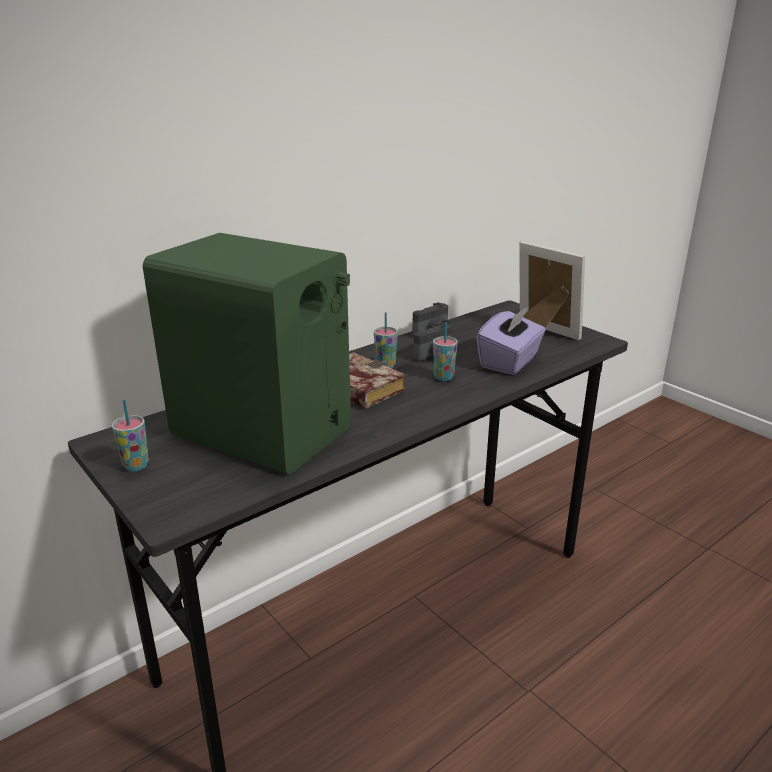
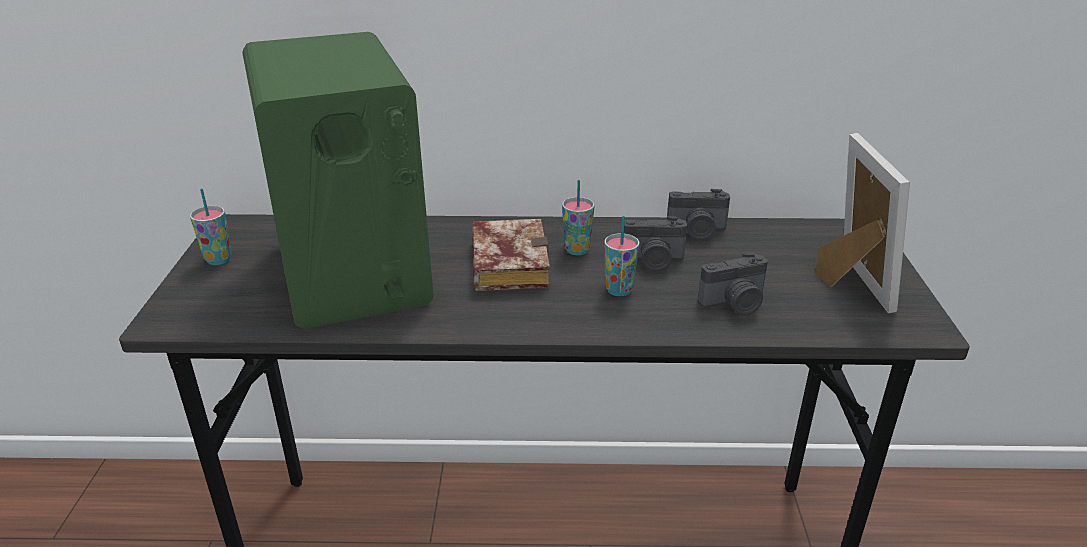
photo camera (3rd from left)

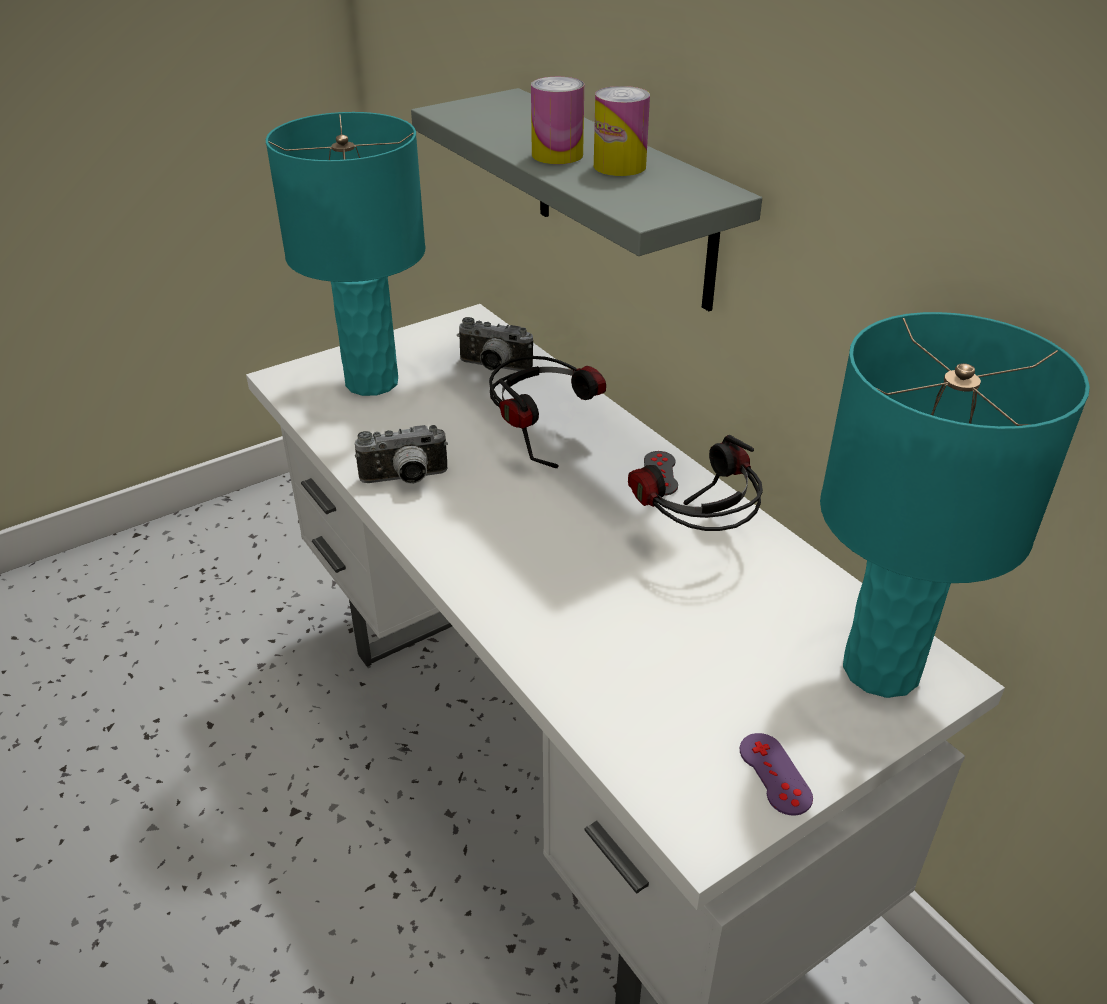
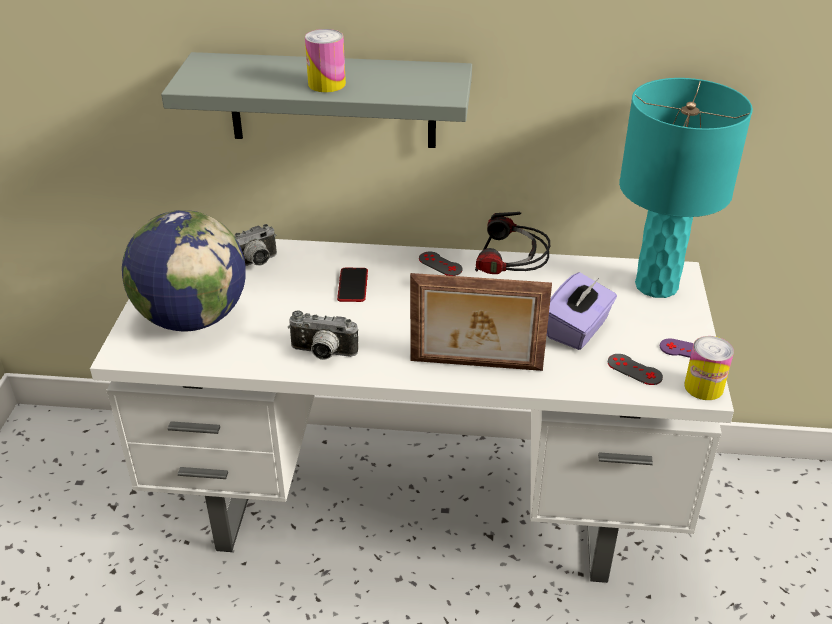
can (2nd from left); globe; phone; photo camera (2nd from left); tissue box (purple); picture frame; game controller (grey) (2nd from left)

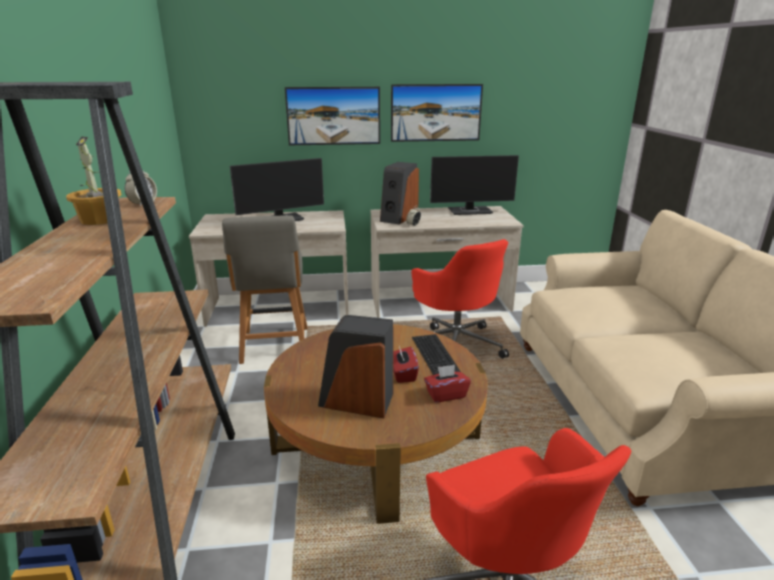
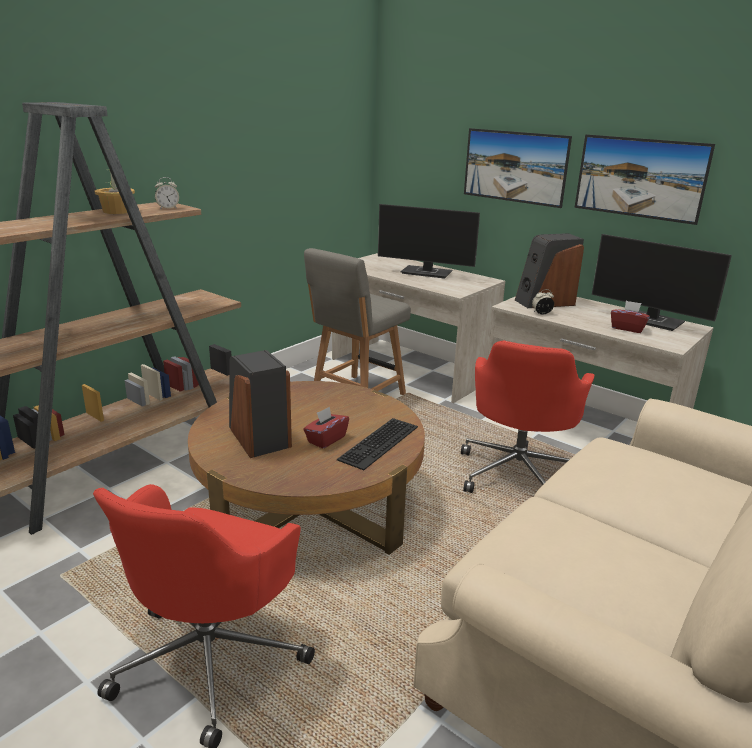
tissue box (red) (2nd from left)

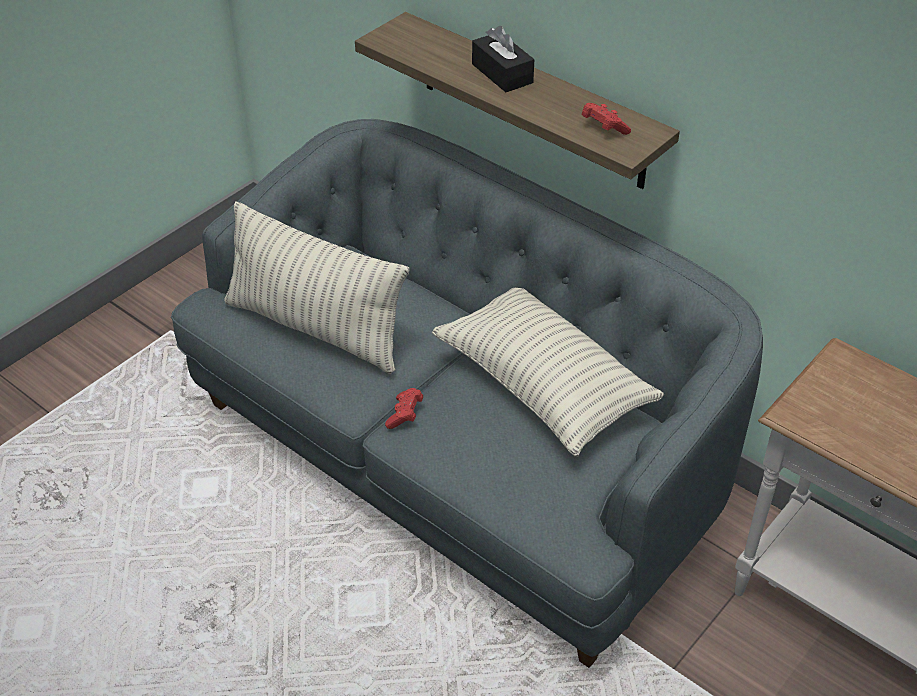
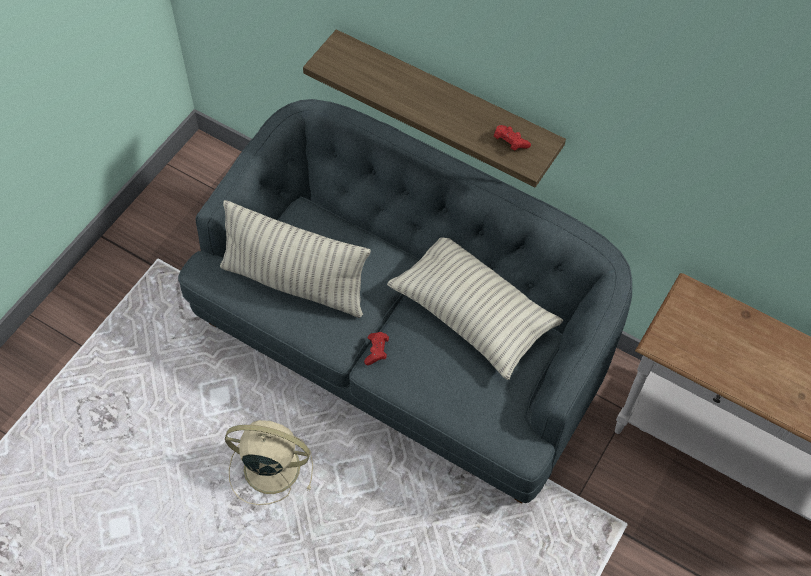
tissue box (black); fan (beige)

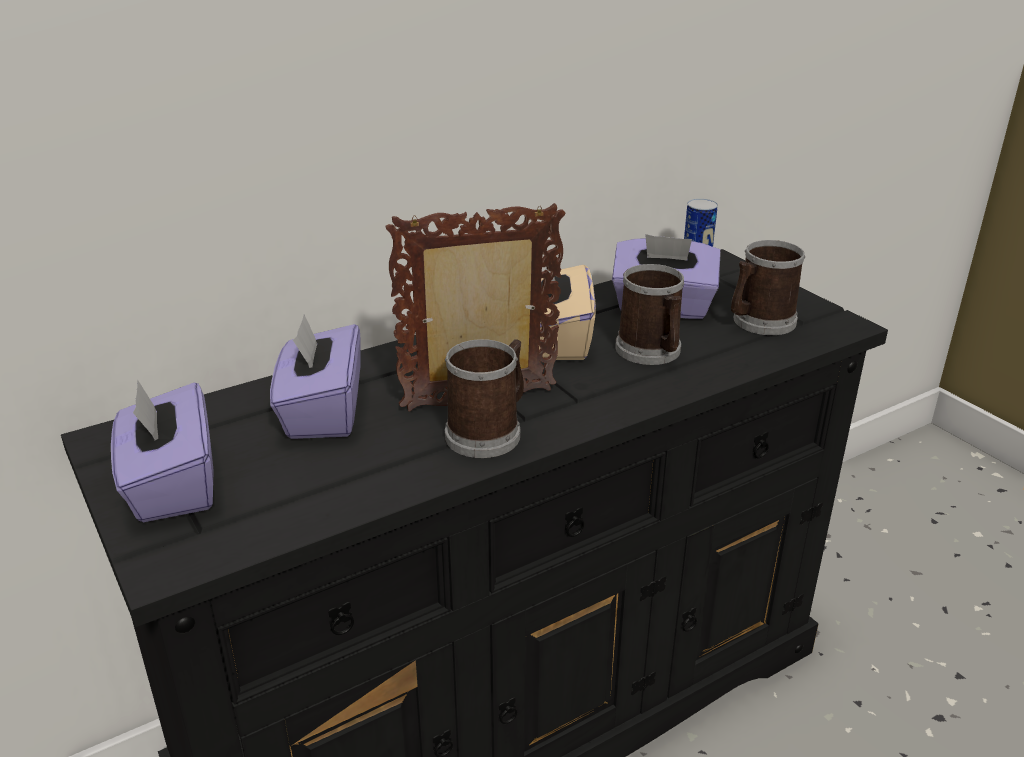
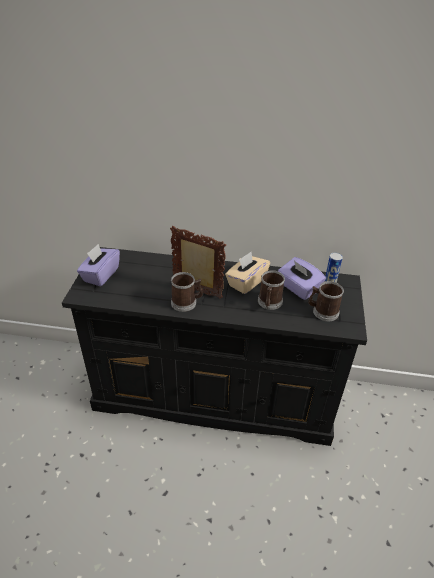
tissue box (purple) (2nd from left in the first image)

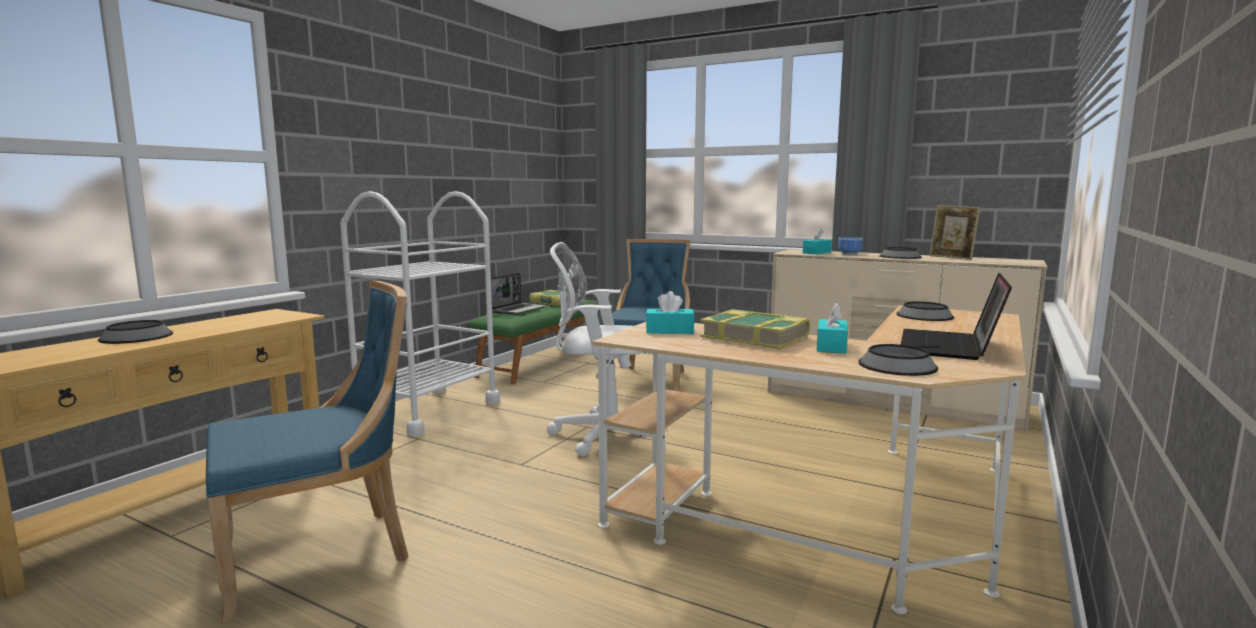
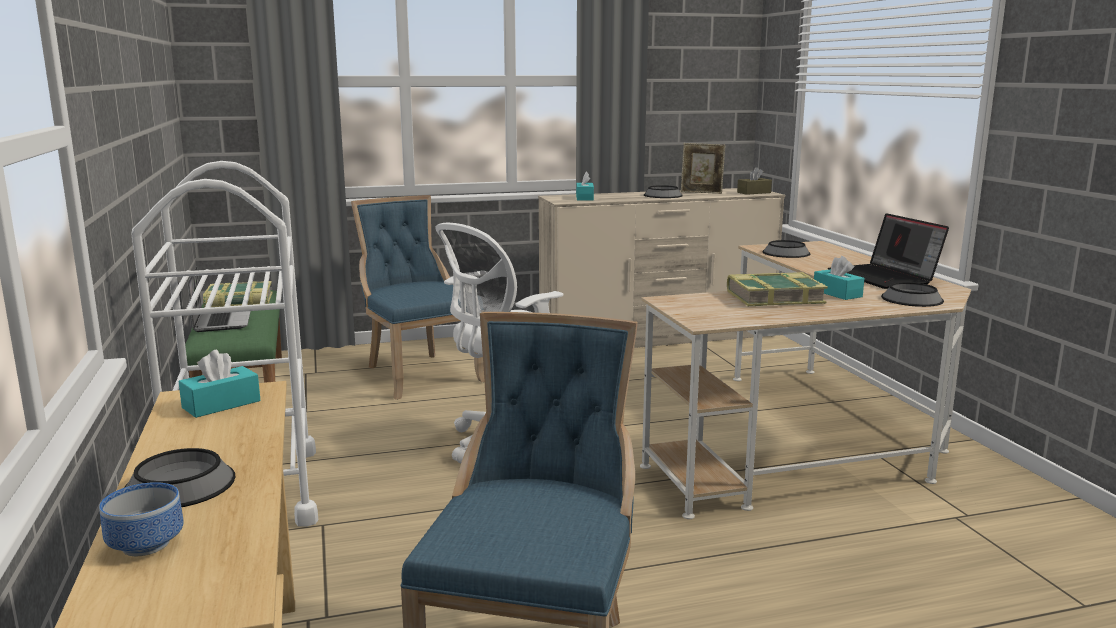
bowl (1st from left); tissue box (turquoise) (1st from left); tissue box (brown)

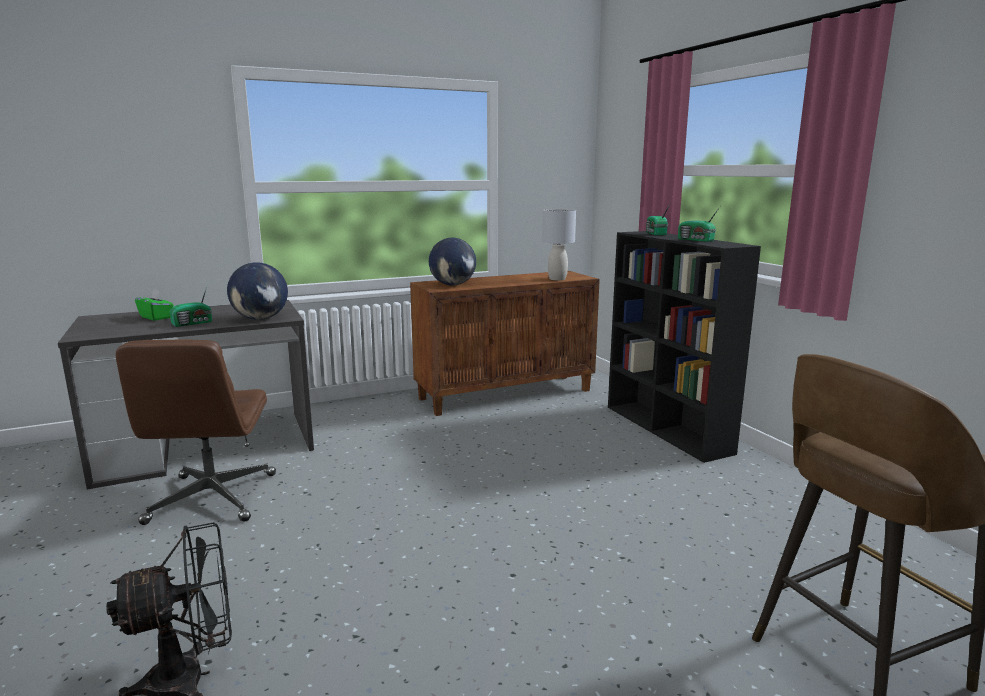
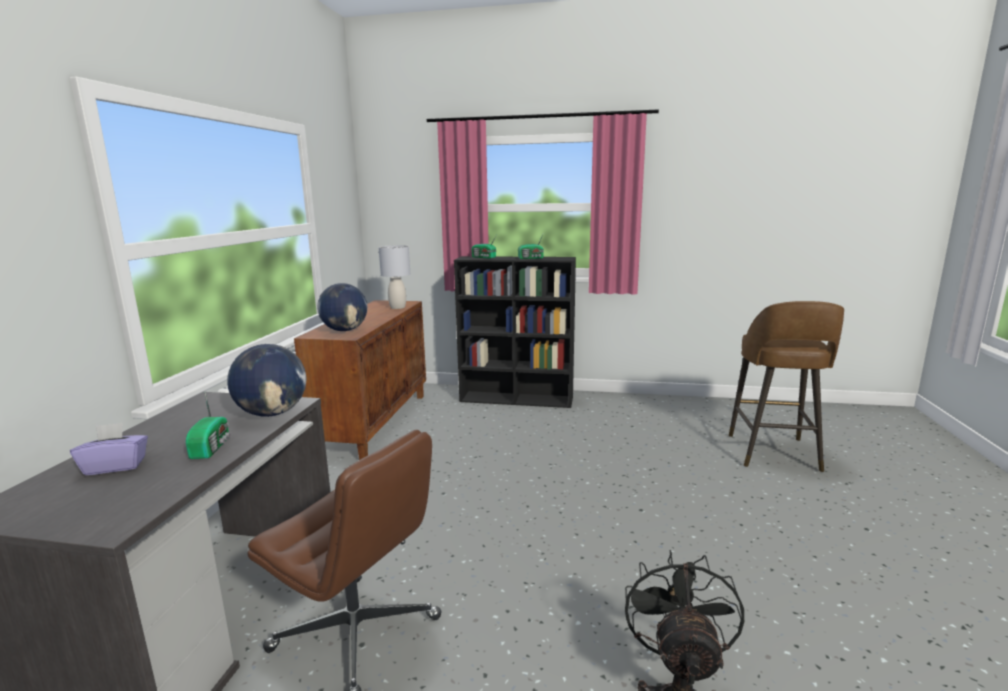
tissue box (purple)

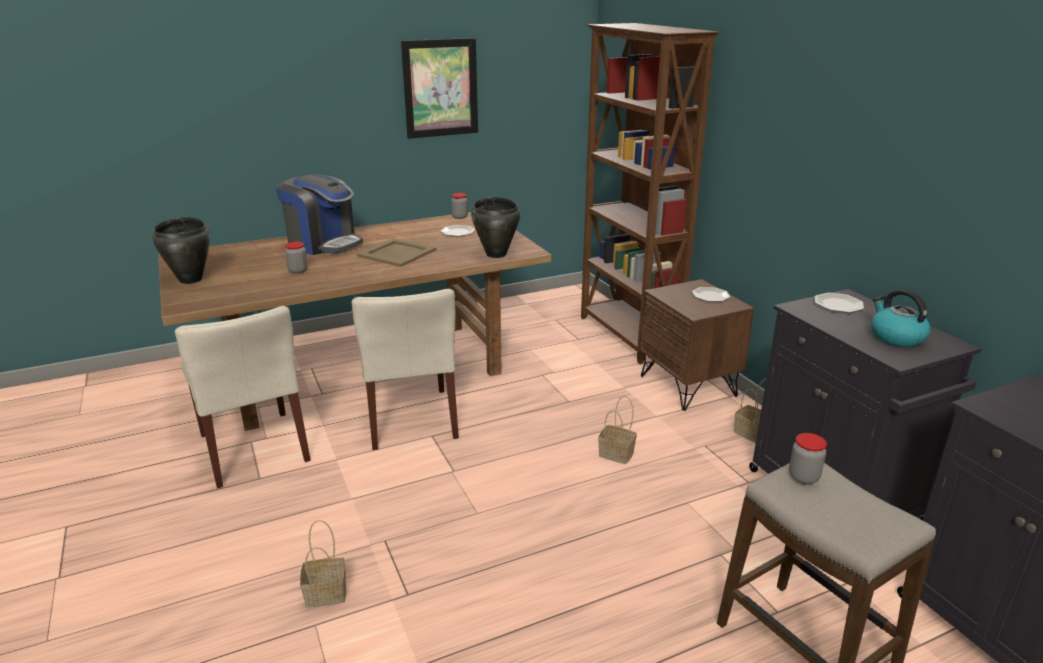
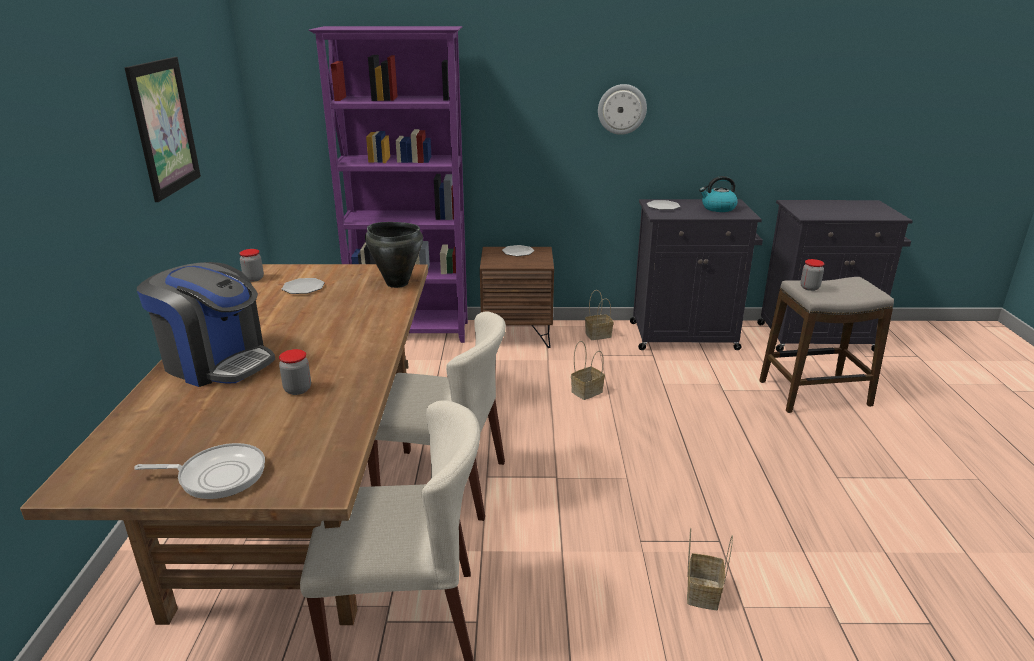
bookcase (purple); coffee machine; frying pan; tray (beige); wall clock

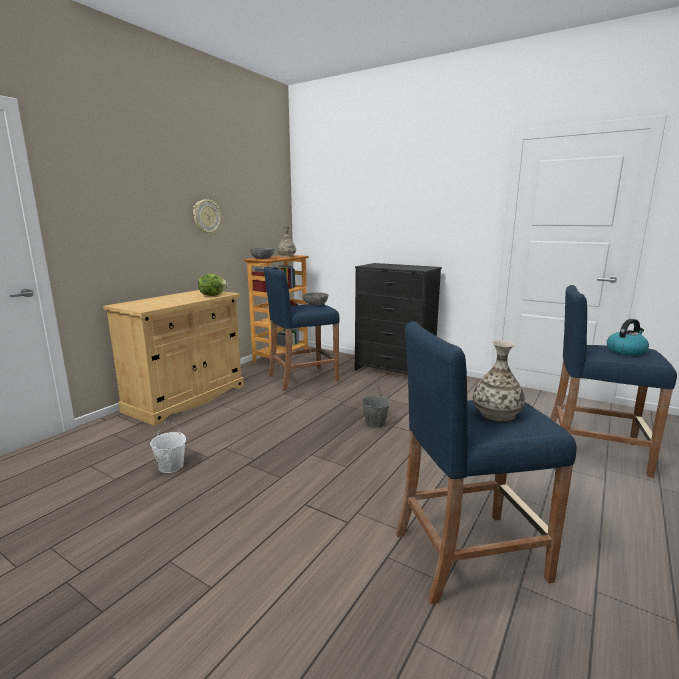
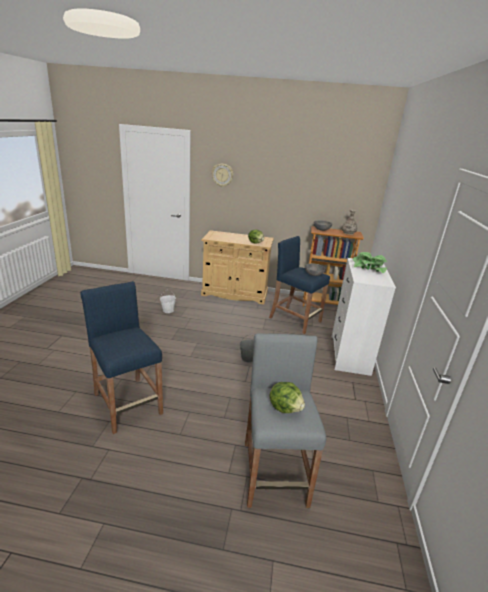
wall clock; dresser (white); stool (grey); lettuce (2nd from left); vase (2nd from left in the first image); potted plant

